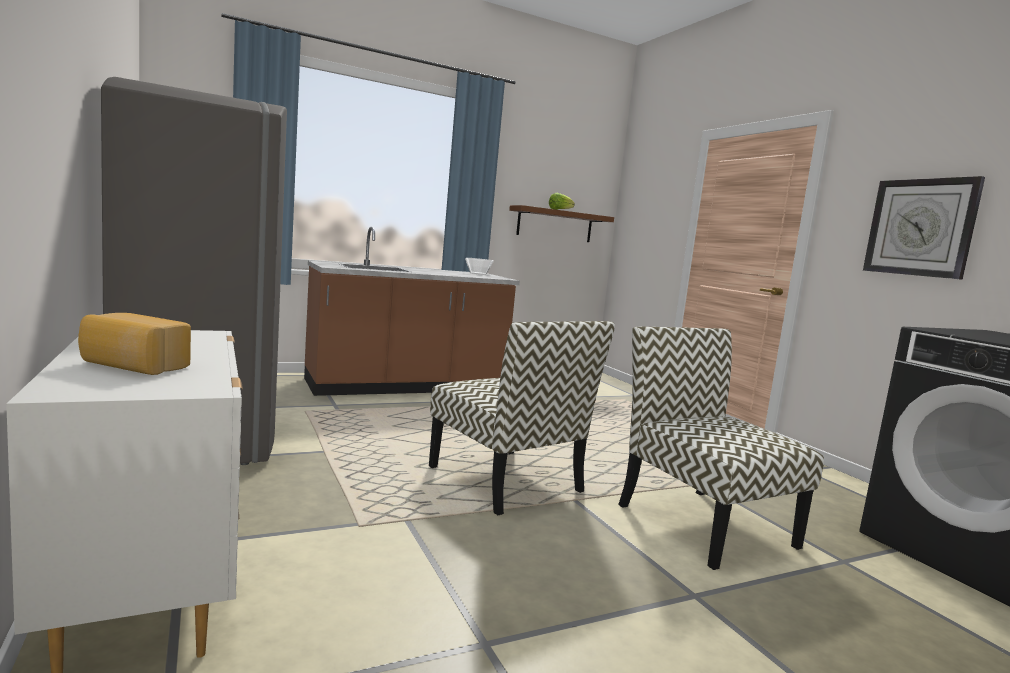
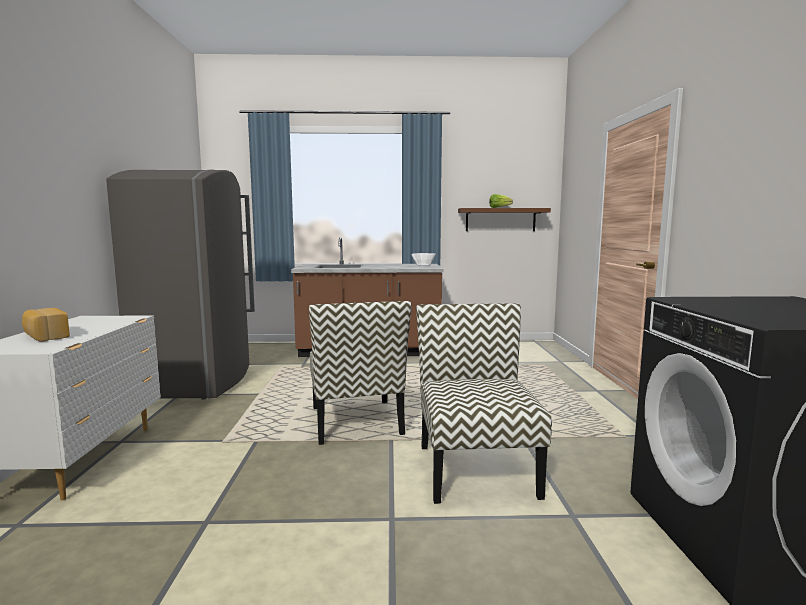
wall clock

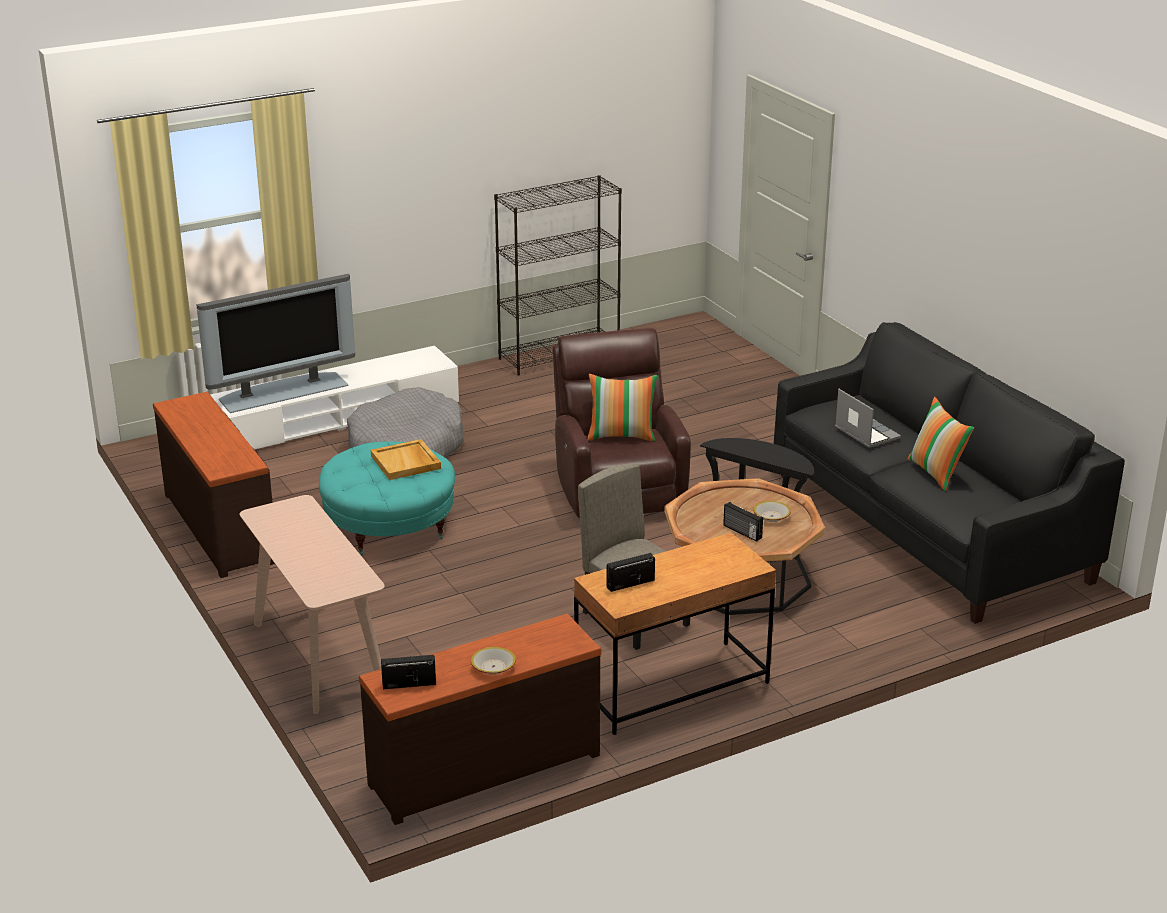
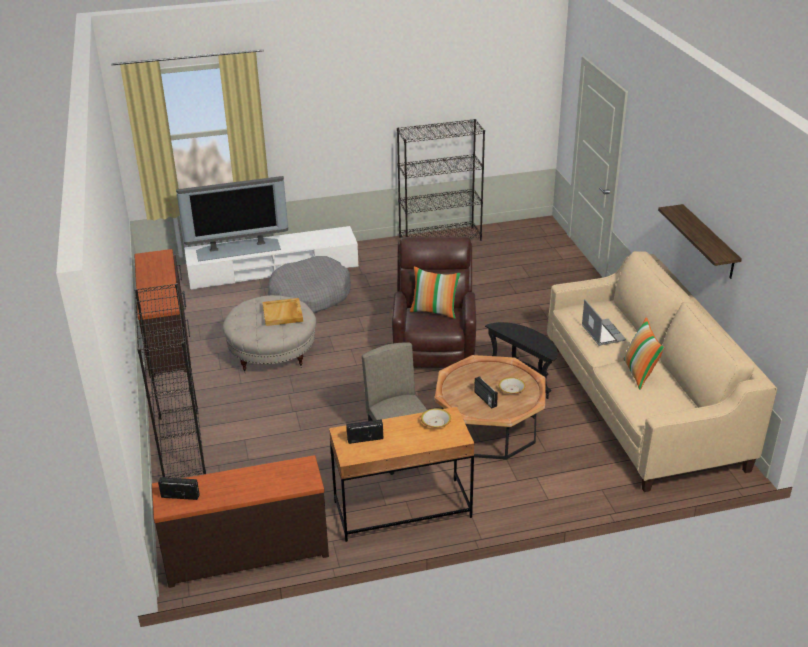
sofa (beige); ottoman (beige); bookcase (black) (1st from left); bowl (1st from left); shelf

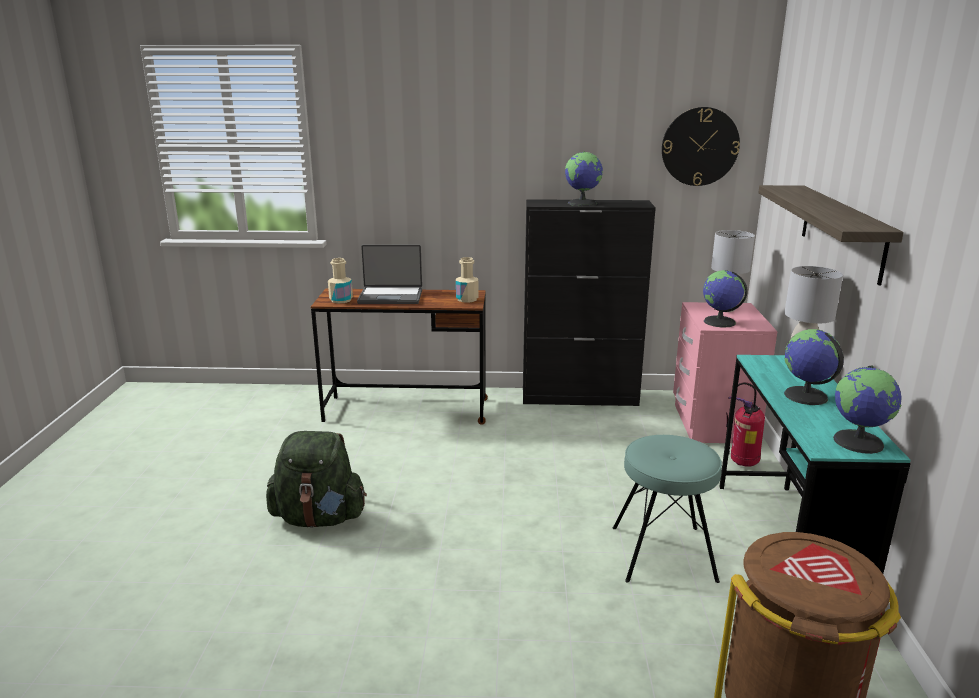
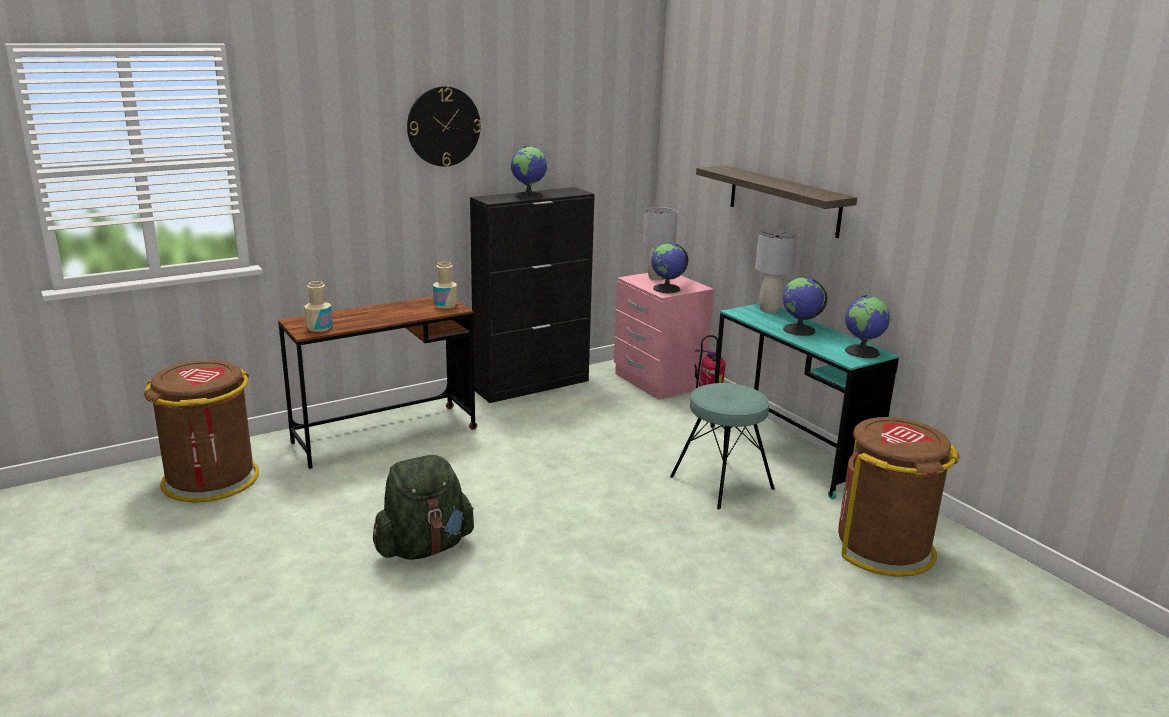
wall clock; laptop; trash can (brown) (1st from left)

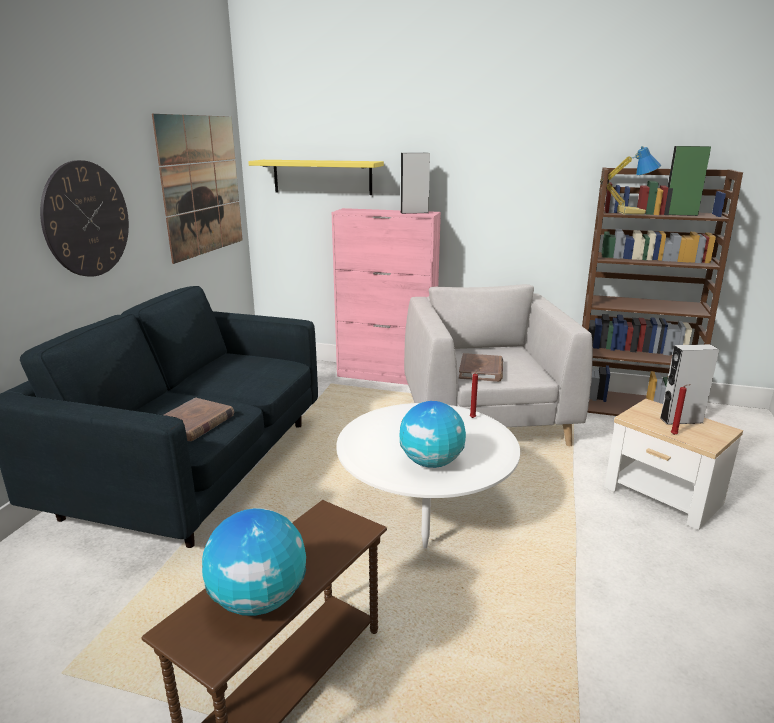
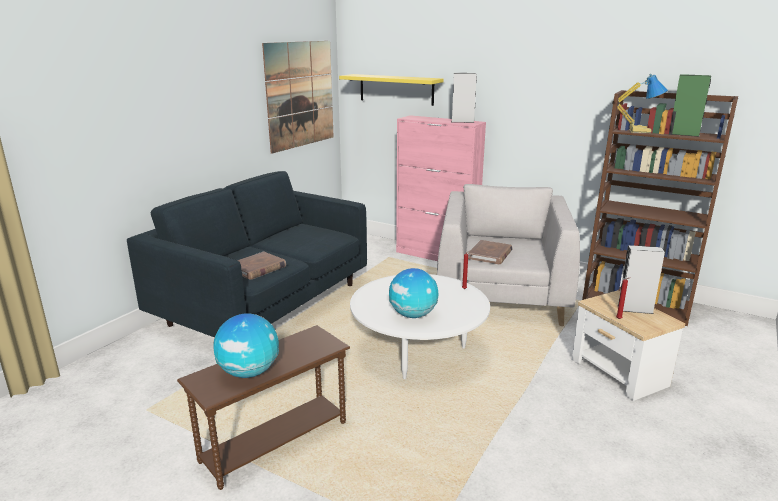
wall clock

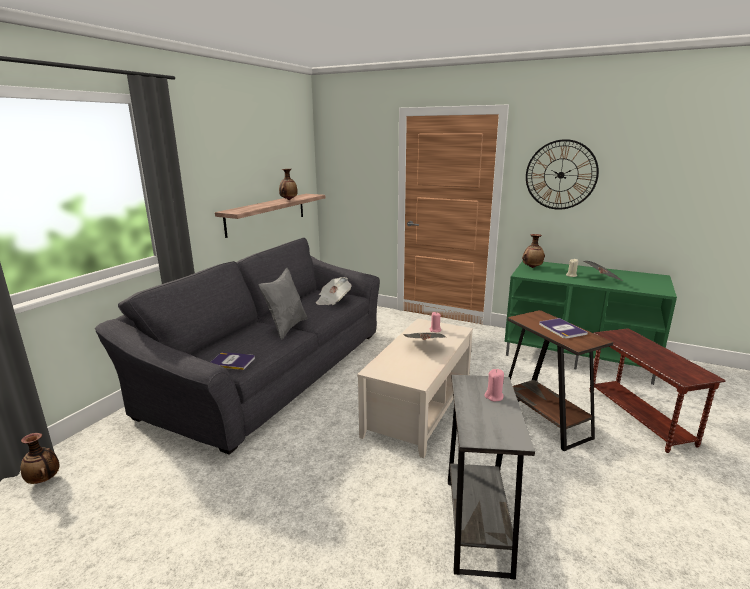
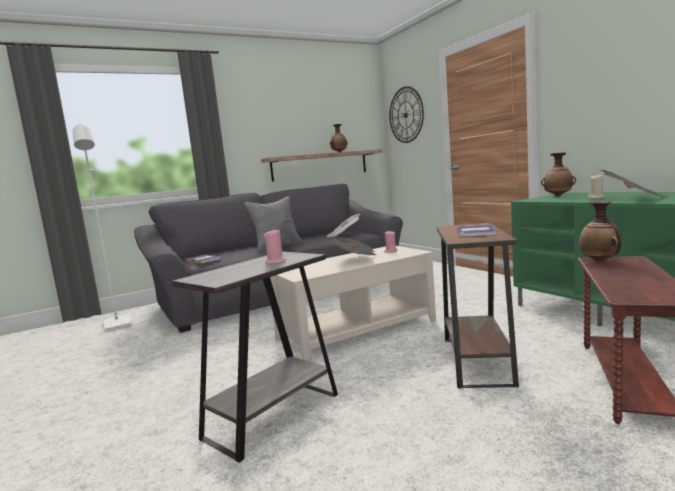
wall clock; vase (3rd from left); floor lamp (white)

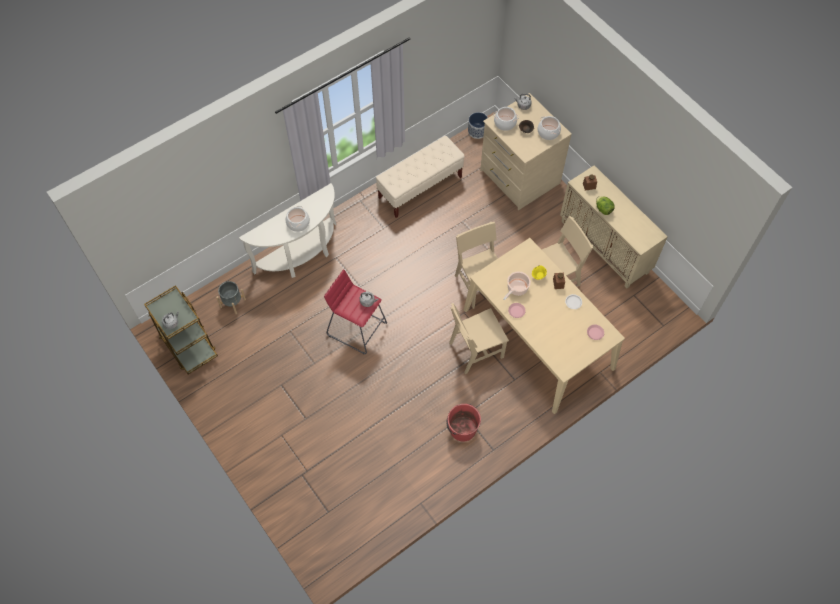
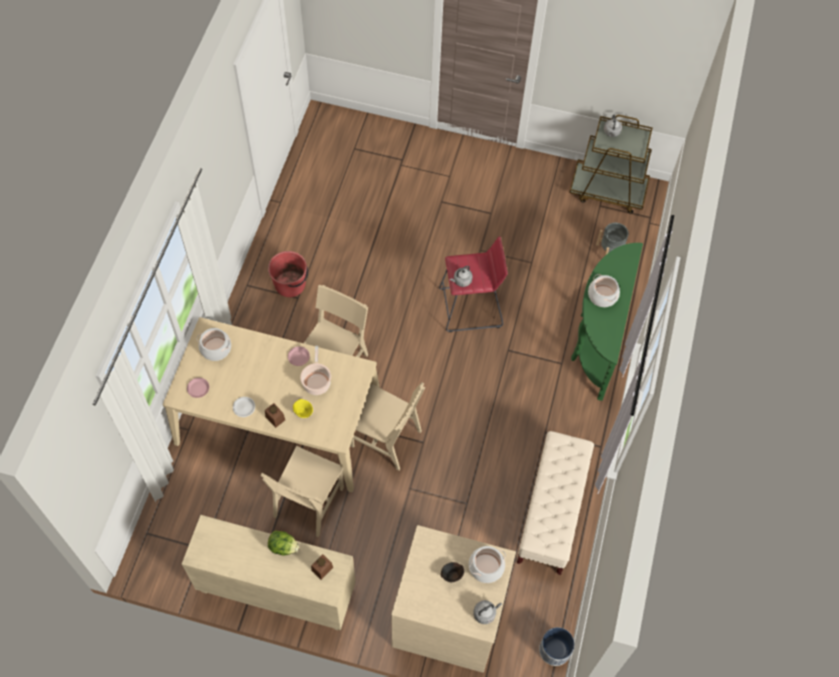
cooking pot (1st from left); console table (green)

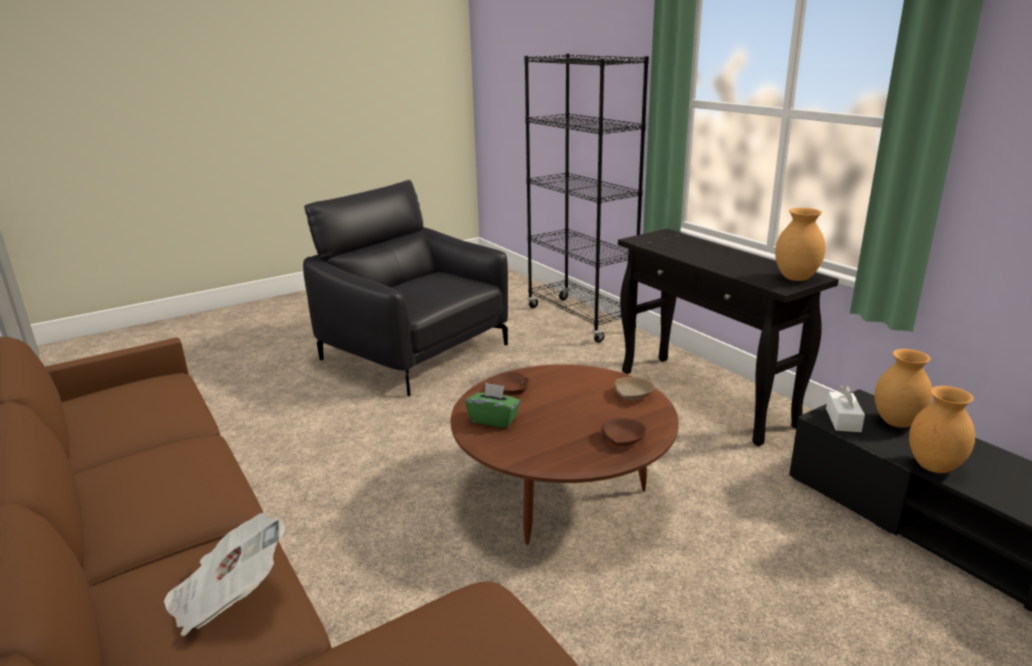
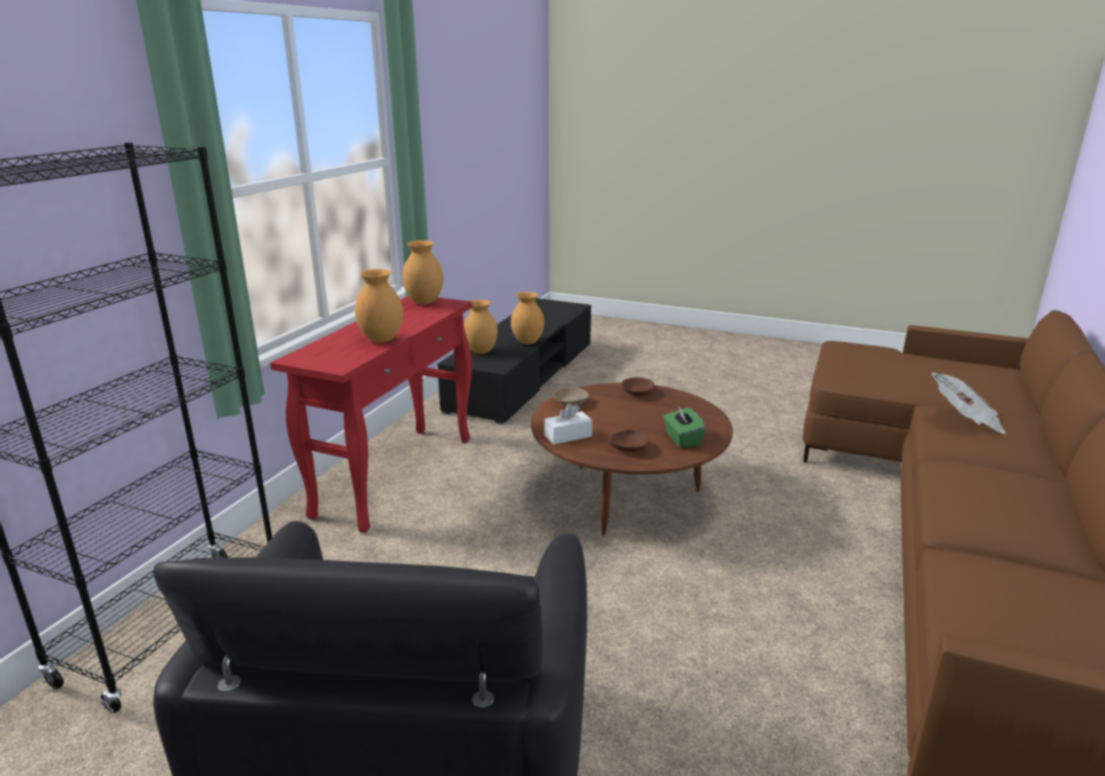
console table (red); tissue box (white); vase (brown) (1st from left)

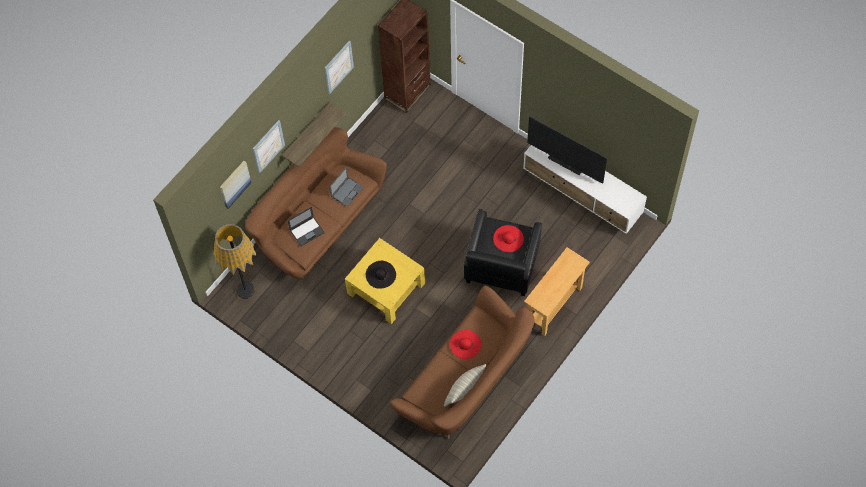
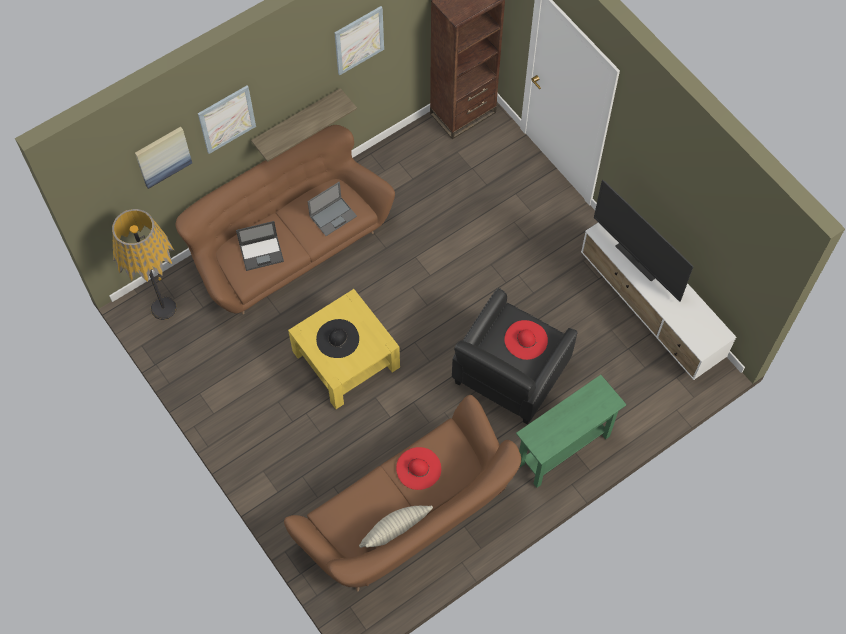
console table (green)

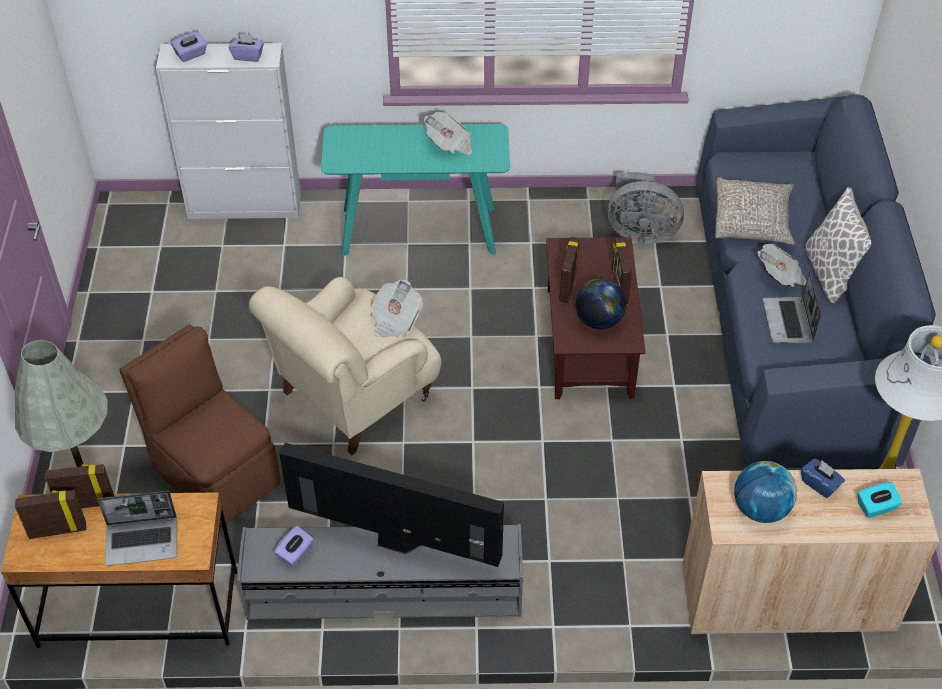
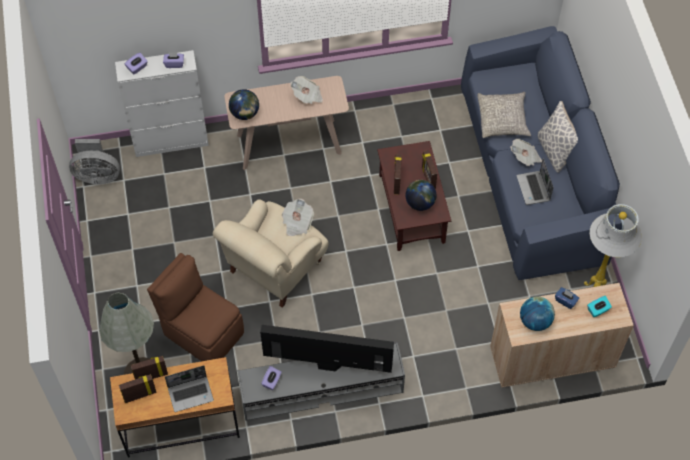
console table (beige); fan (grey); globe (1st from left)

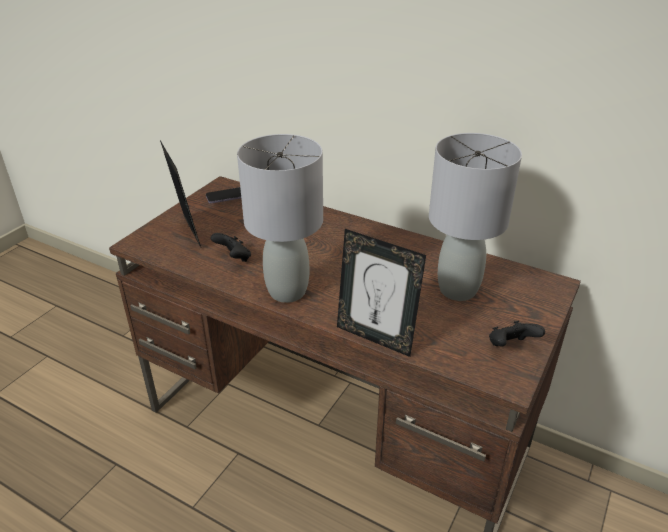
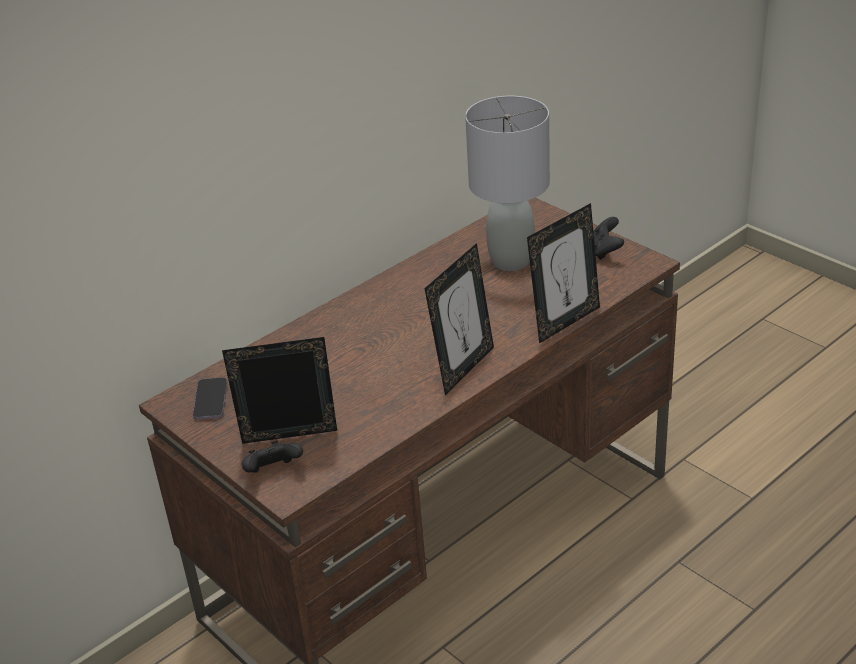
picture frame (2nd from left); game controller (black) (1st from left)

